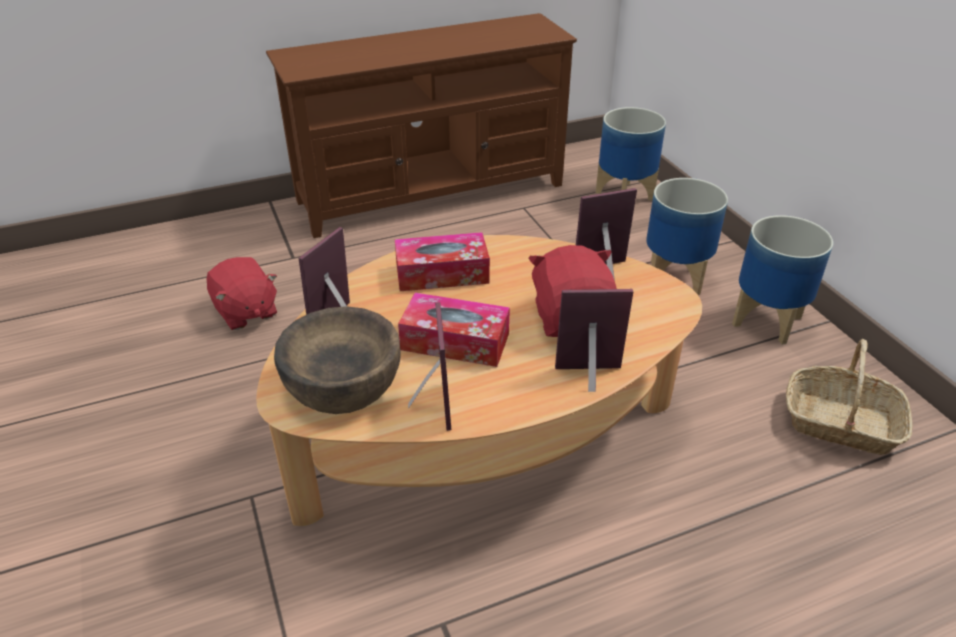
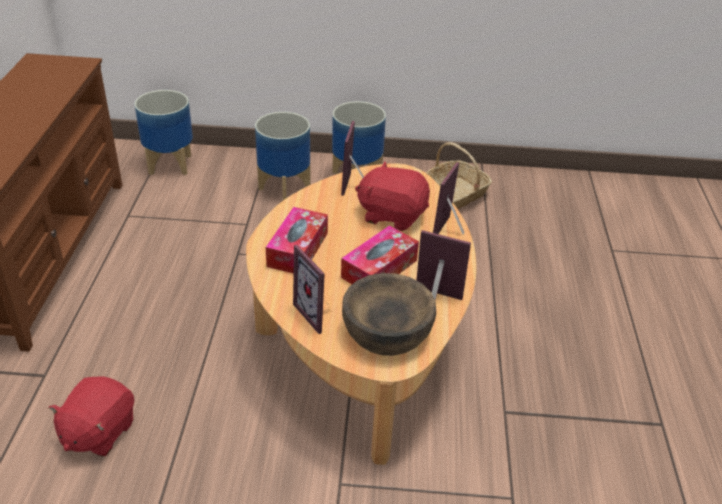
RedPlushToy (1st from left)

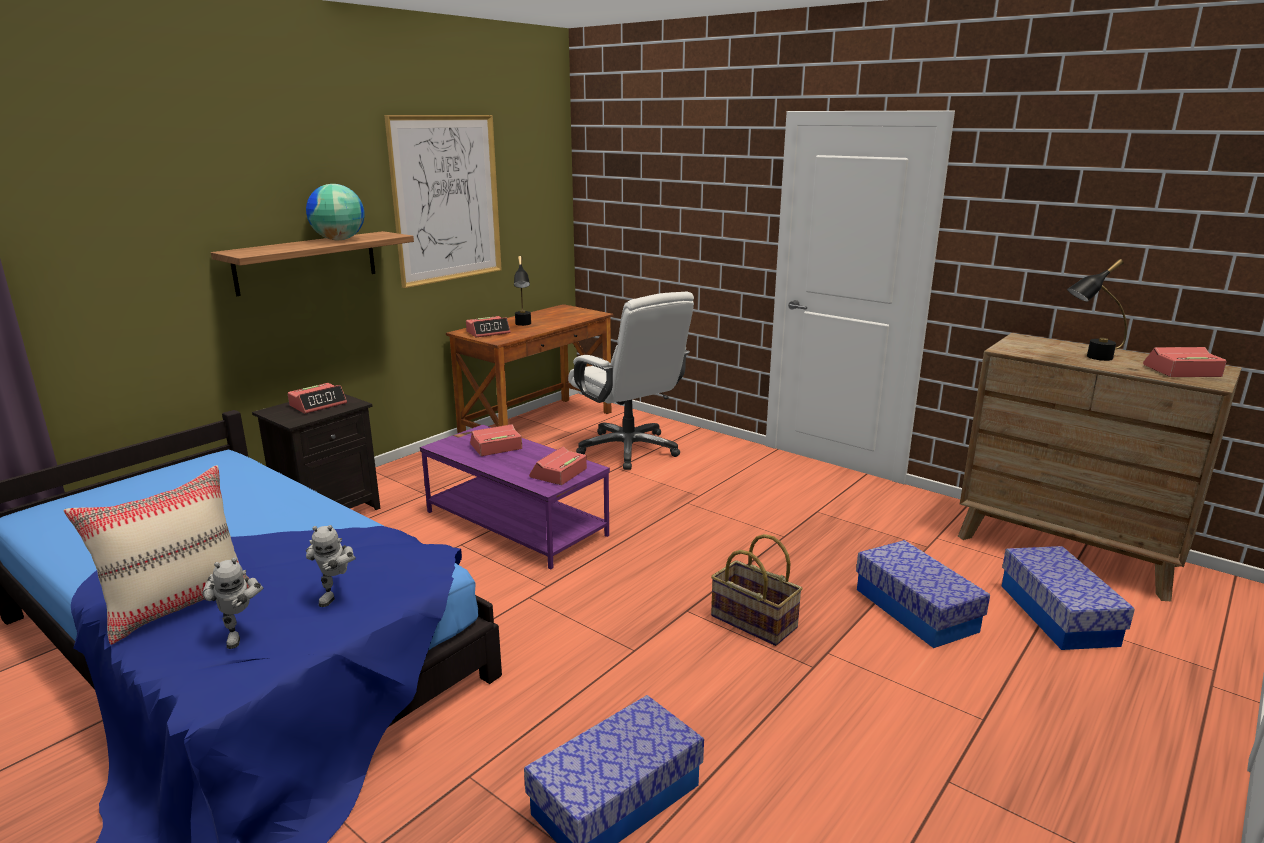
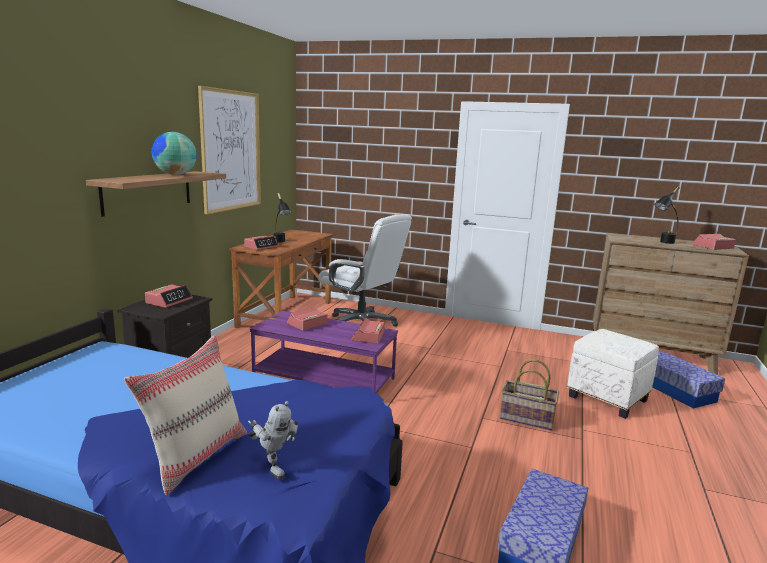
ToyRobot (2nd from left in the first image)
WhiteOttoman

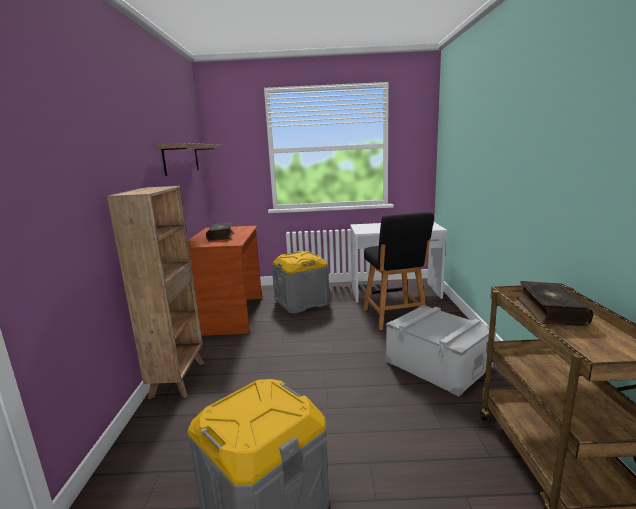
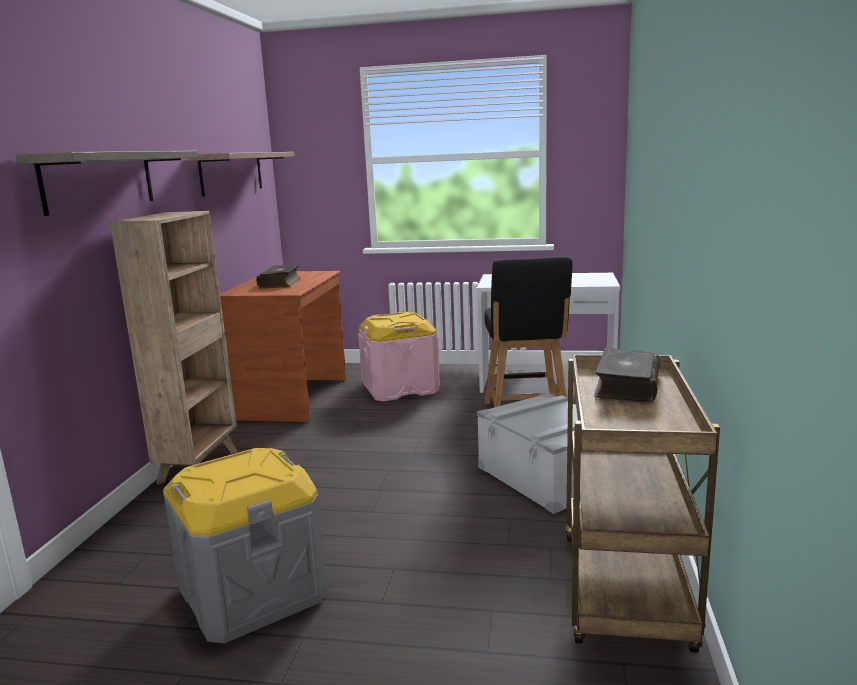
PinkStorageBox
Shelf (1st from left)

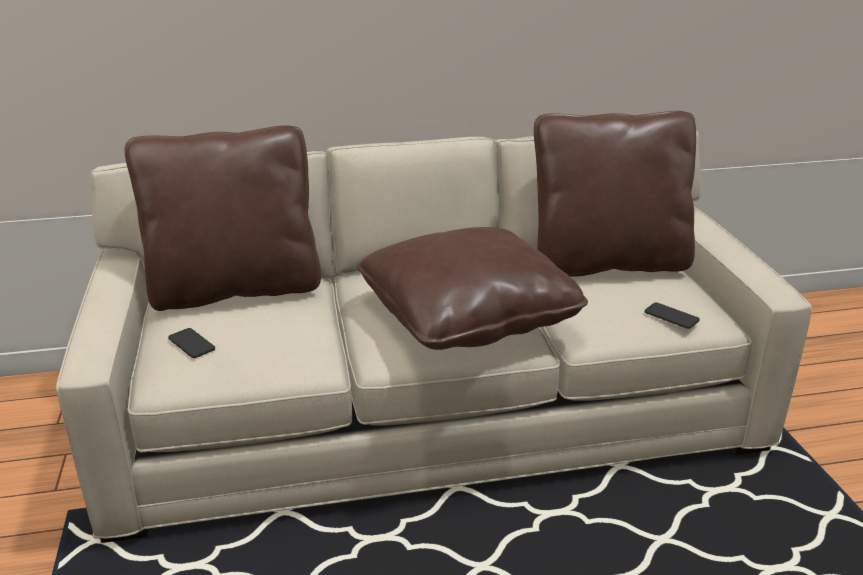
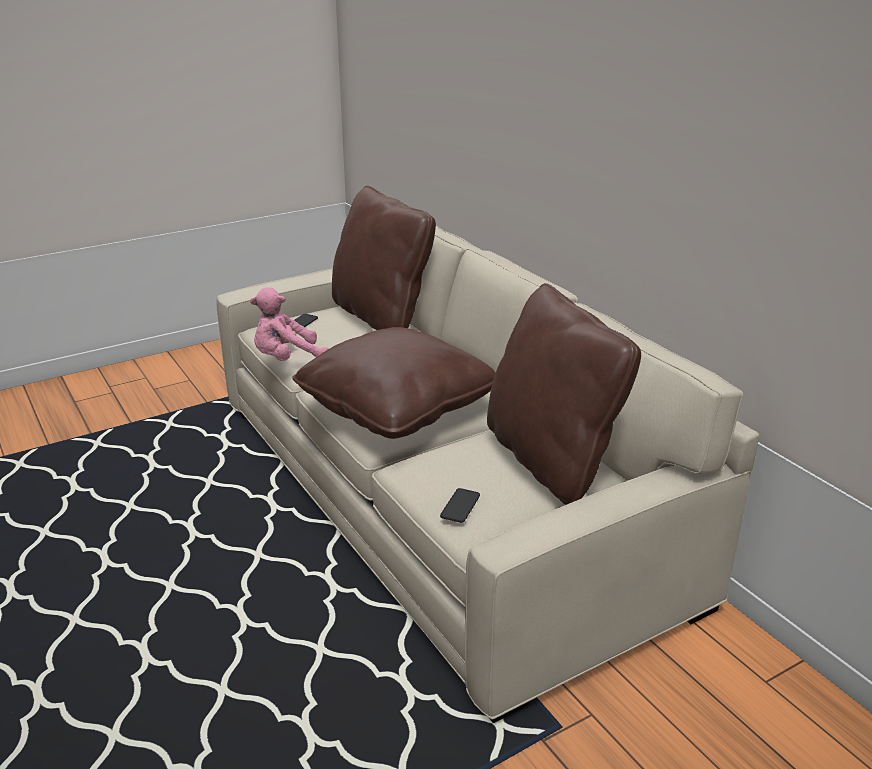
PinkPlushToy

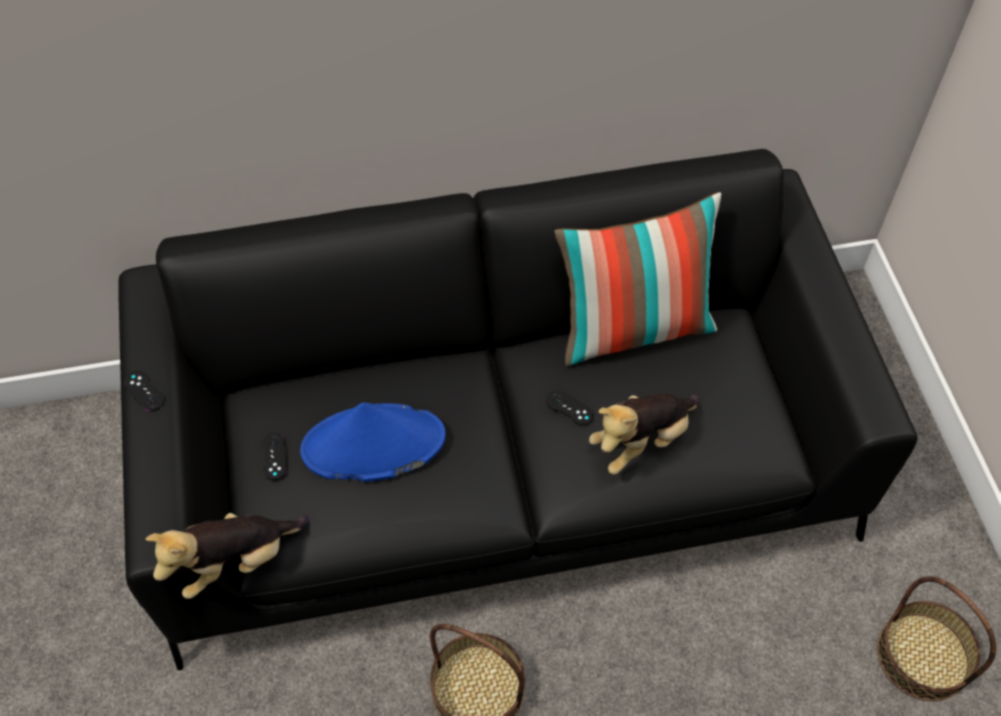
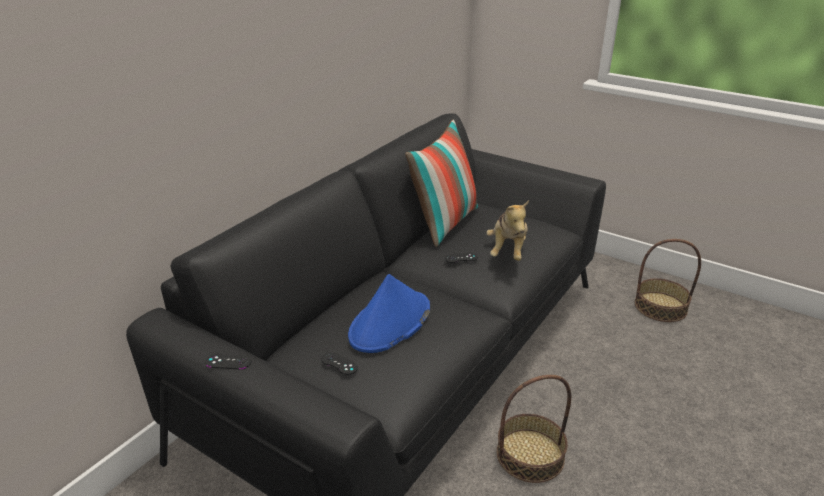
PlushToy (1st from left in the first image)

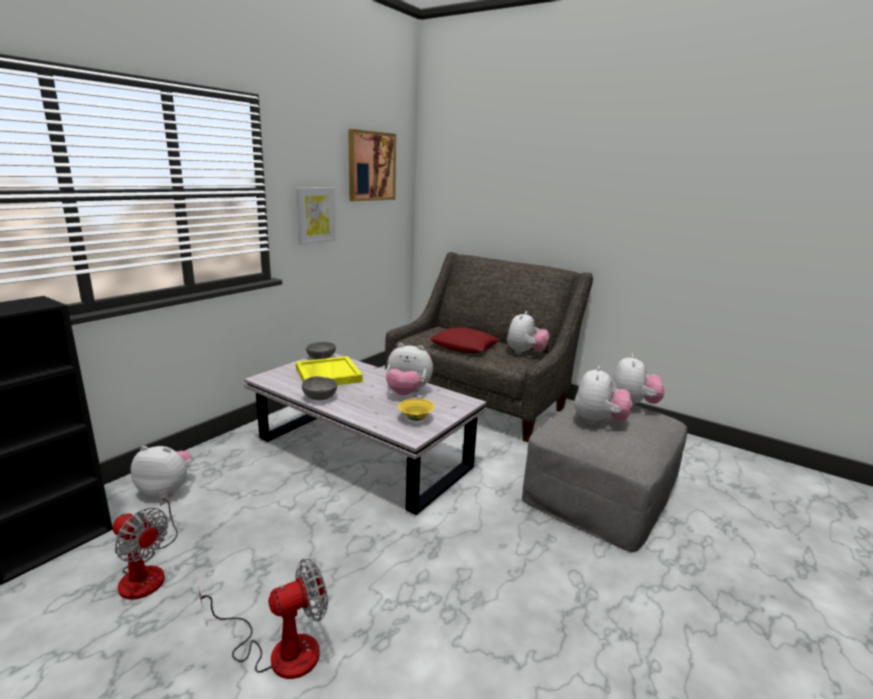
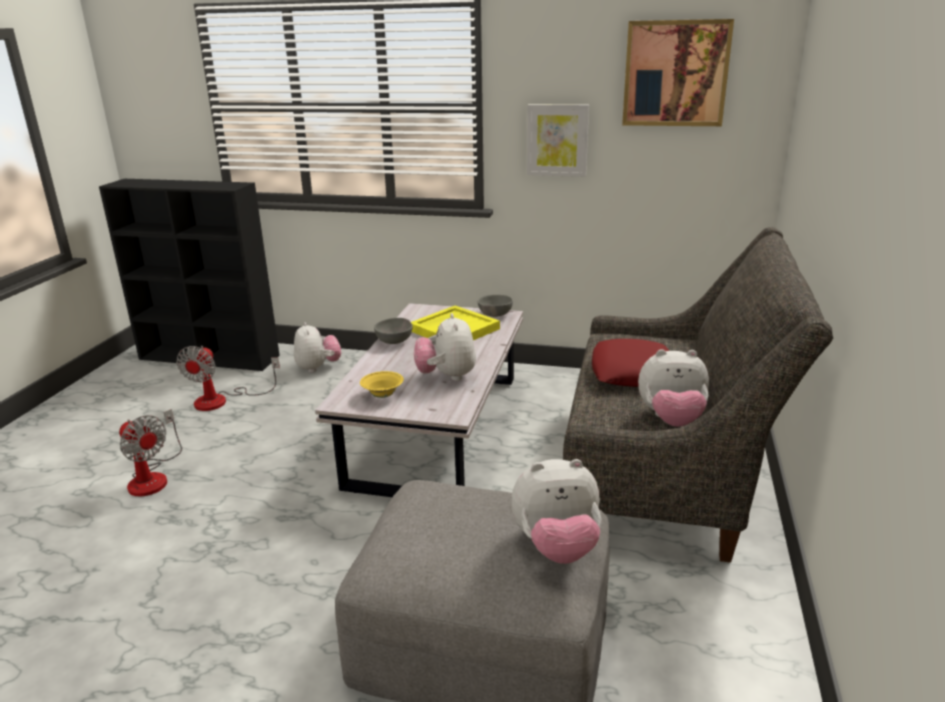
PlushToy (4th from left in the first image)

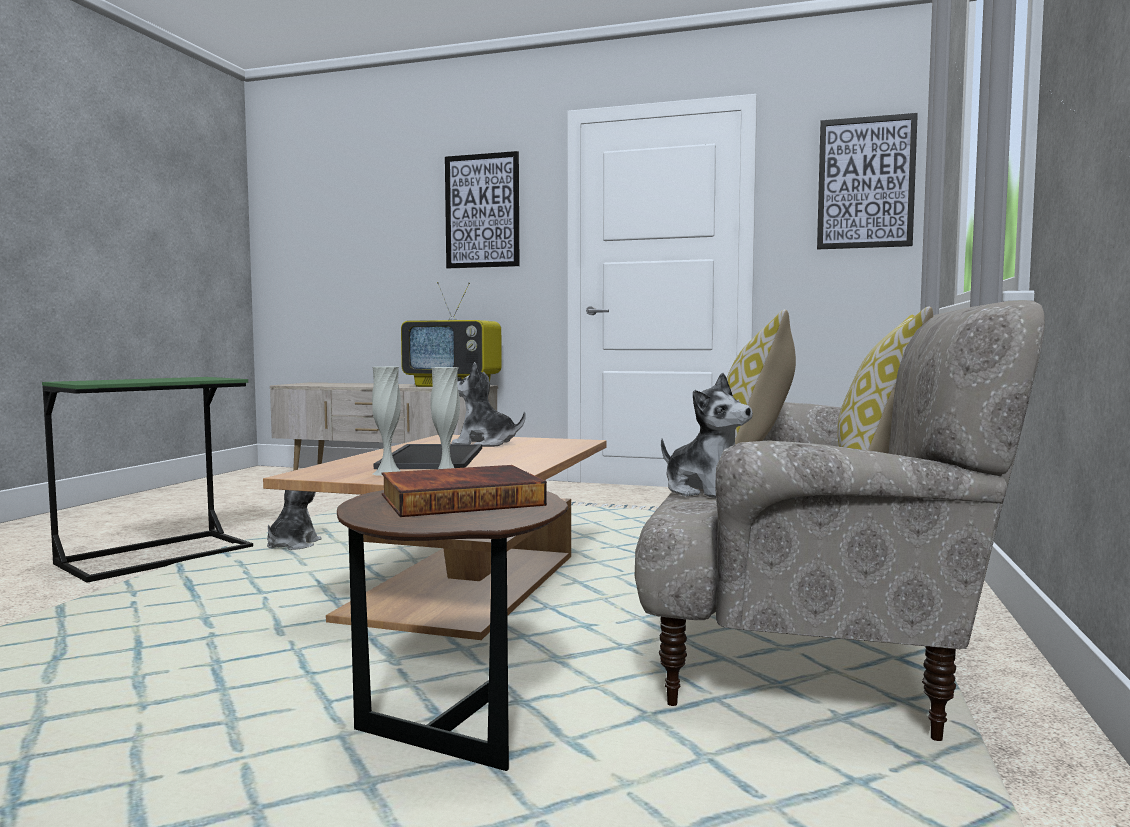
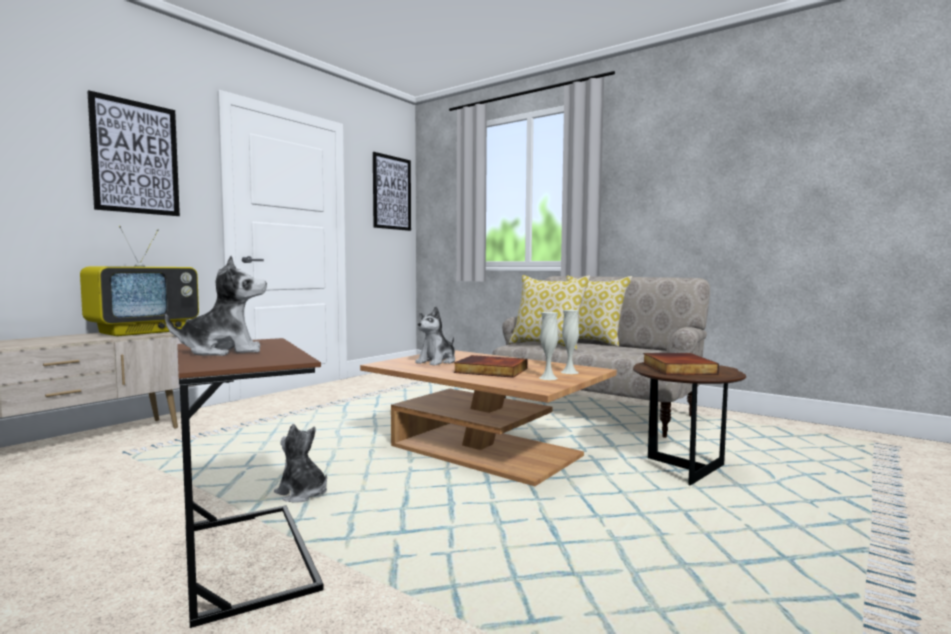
BrownSideTable (1st from left)
Book (1st from left)
PlushToy (1st from left)

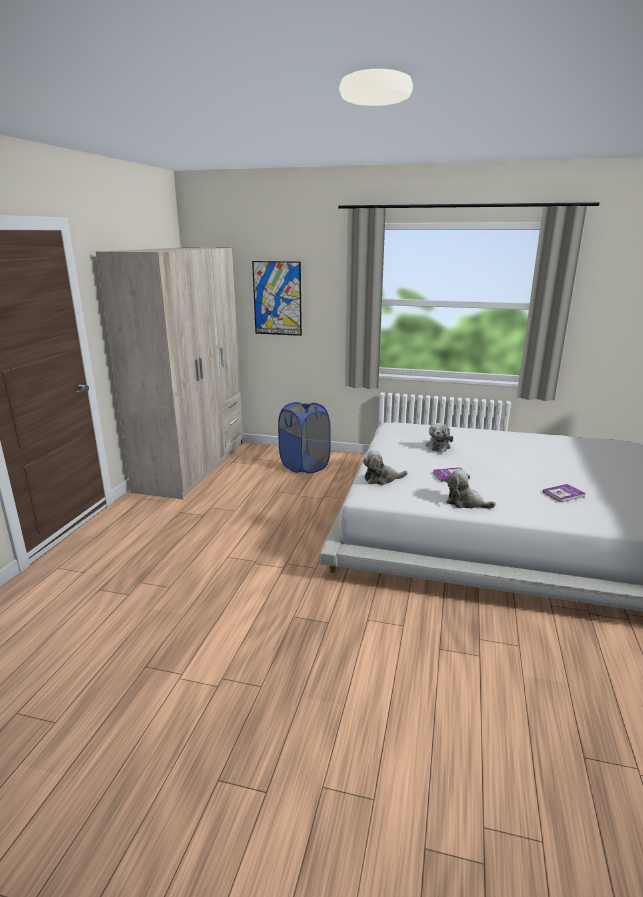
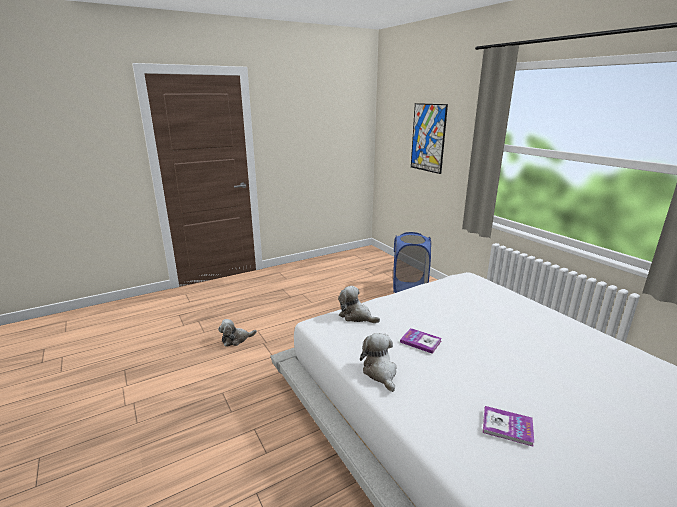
BeigeWardrobe
PlushToy (1st from left)

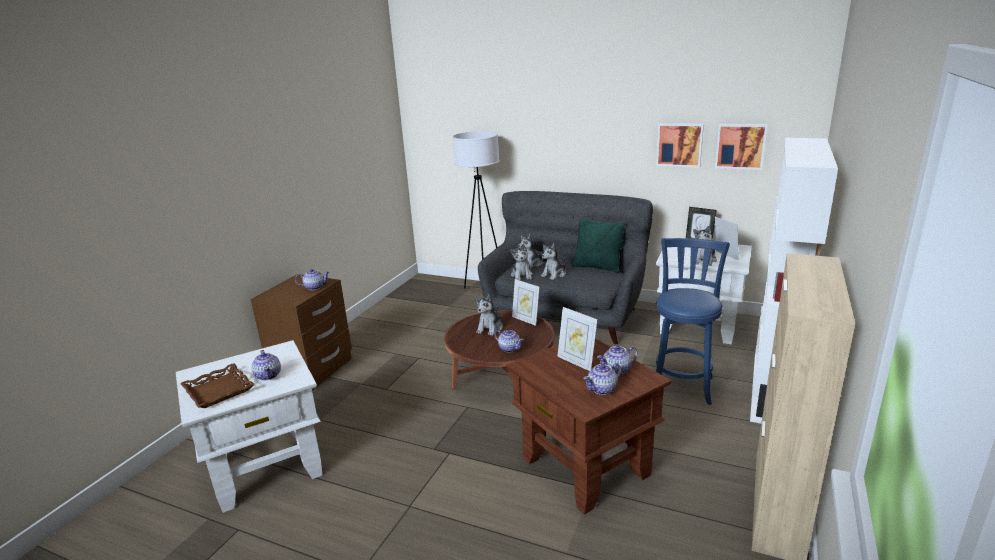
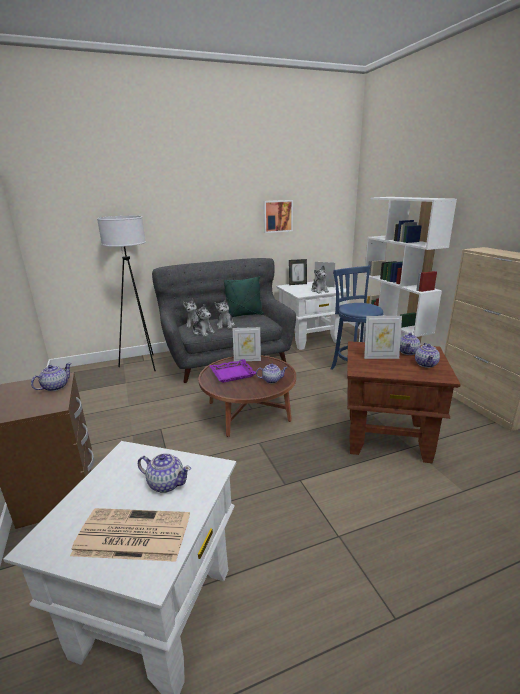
Newspaper
PurpleTray
Picture (2nd from left in the first image)

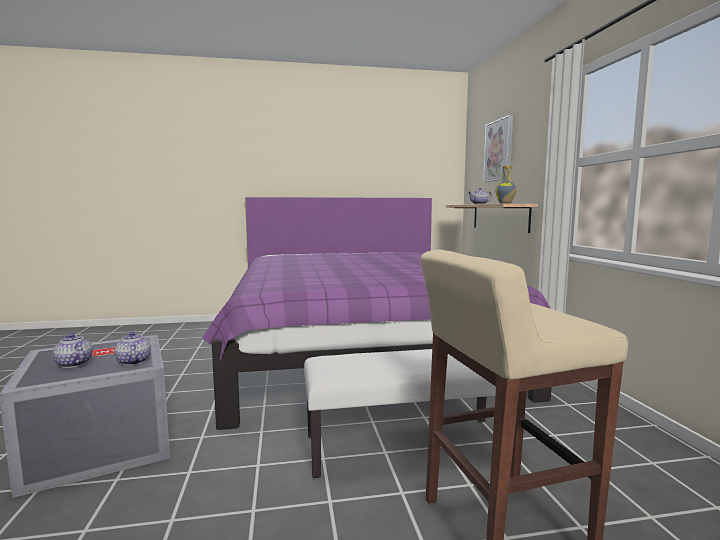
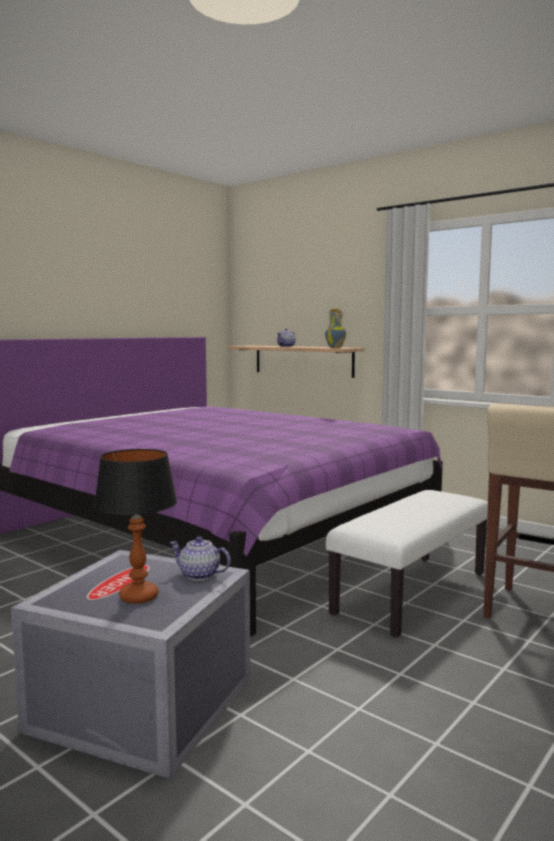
TableLamp
Picture

